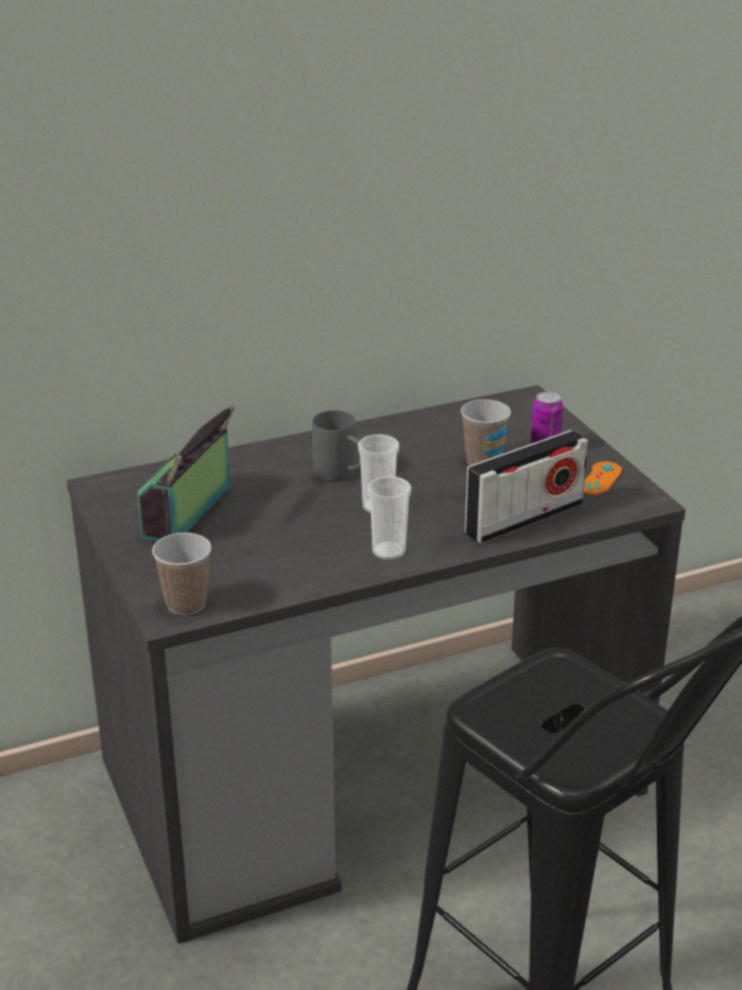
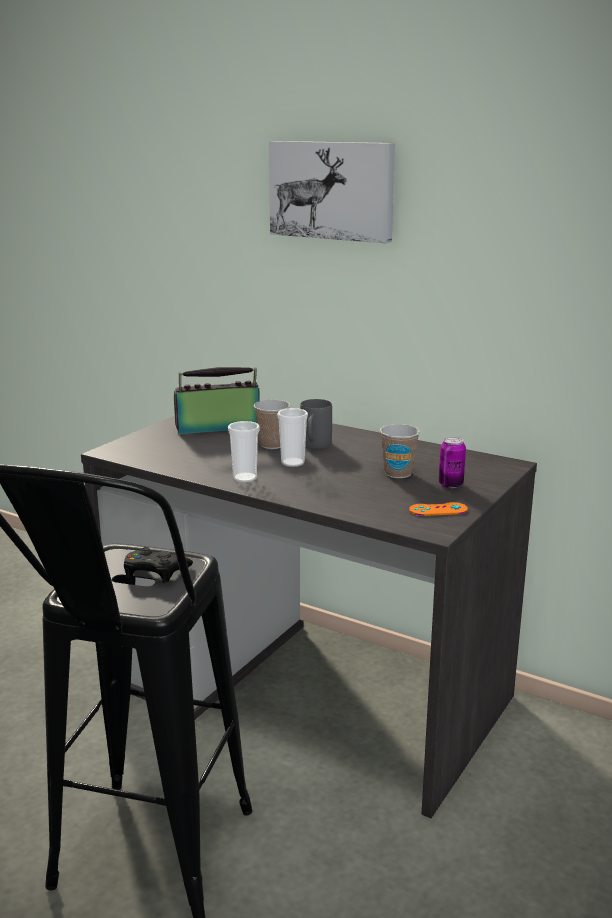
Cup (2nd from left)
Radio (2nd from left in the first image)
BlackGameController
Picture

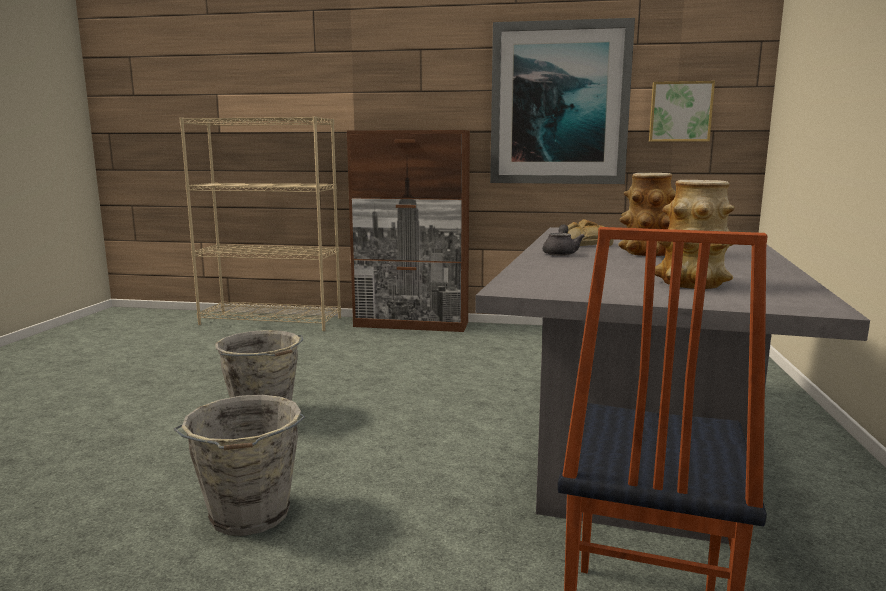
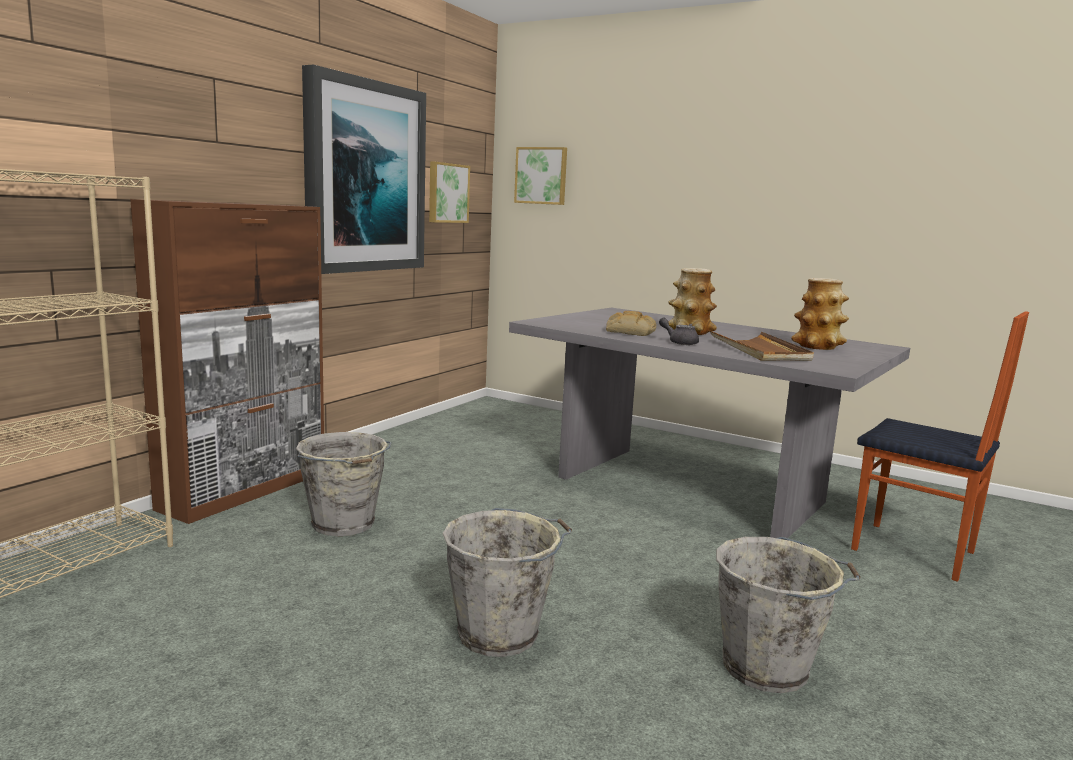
GreyBucket (1st from left)
Picture (3rd from left)
BrownTray

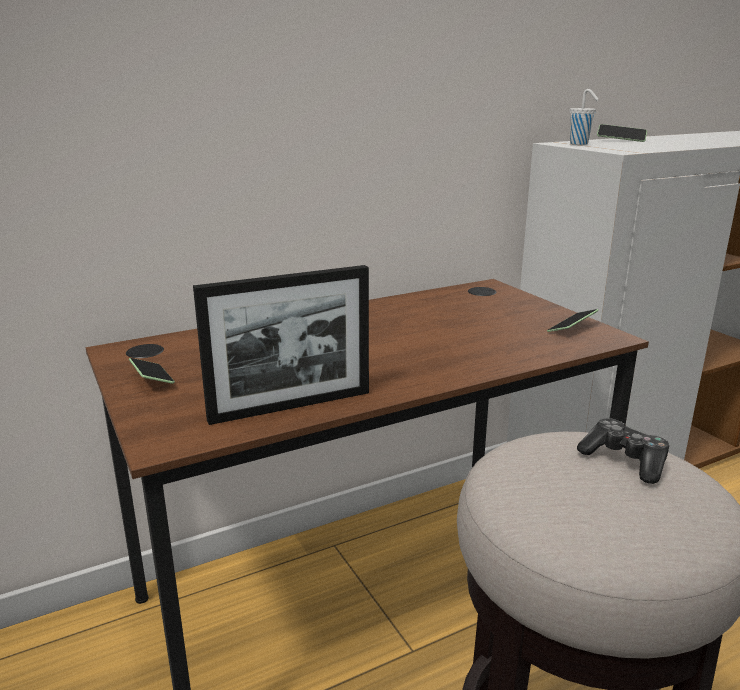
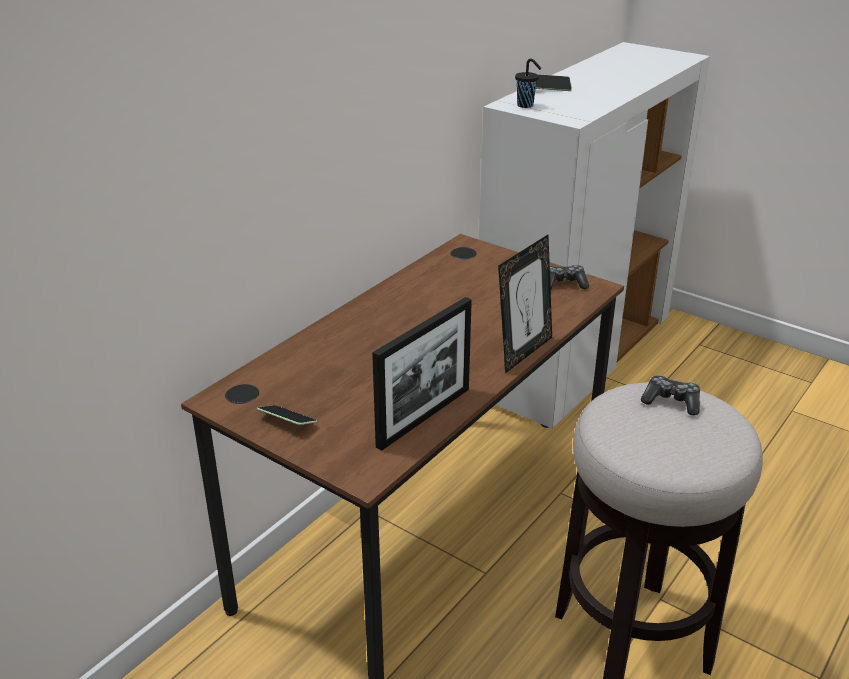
GameController (1st from left)
BlackCup
PictureFrame (2nd from left)

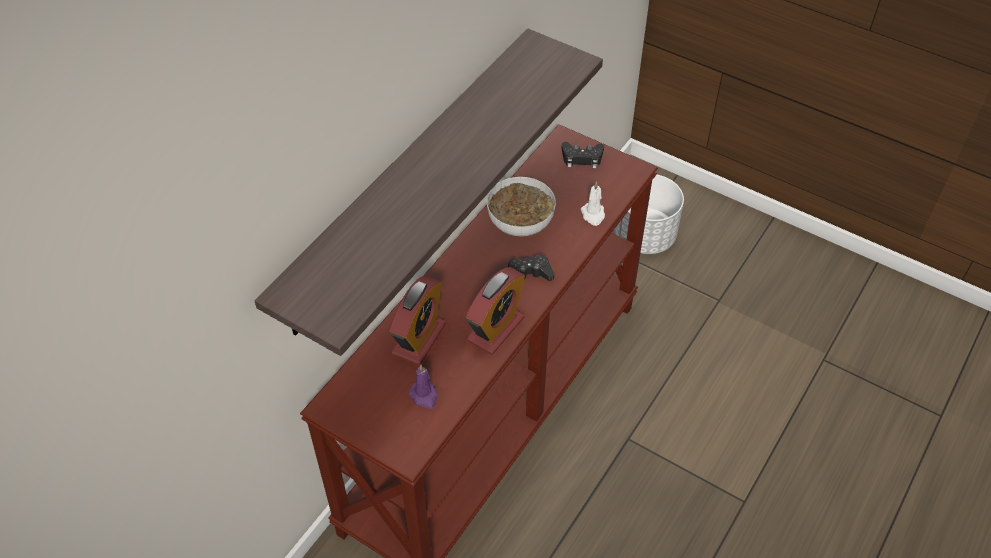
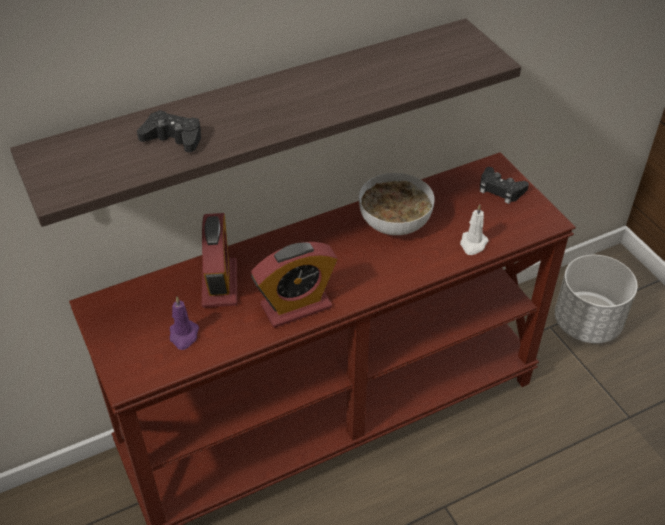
AlarmClock (1st from left)
BlackGameController (1st from left)

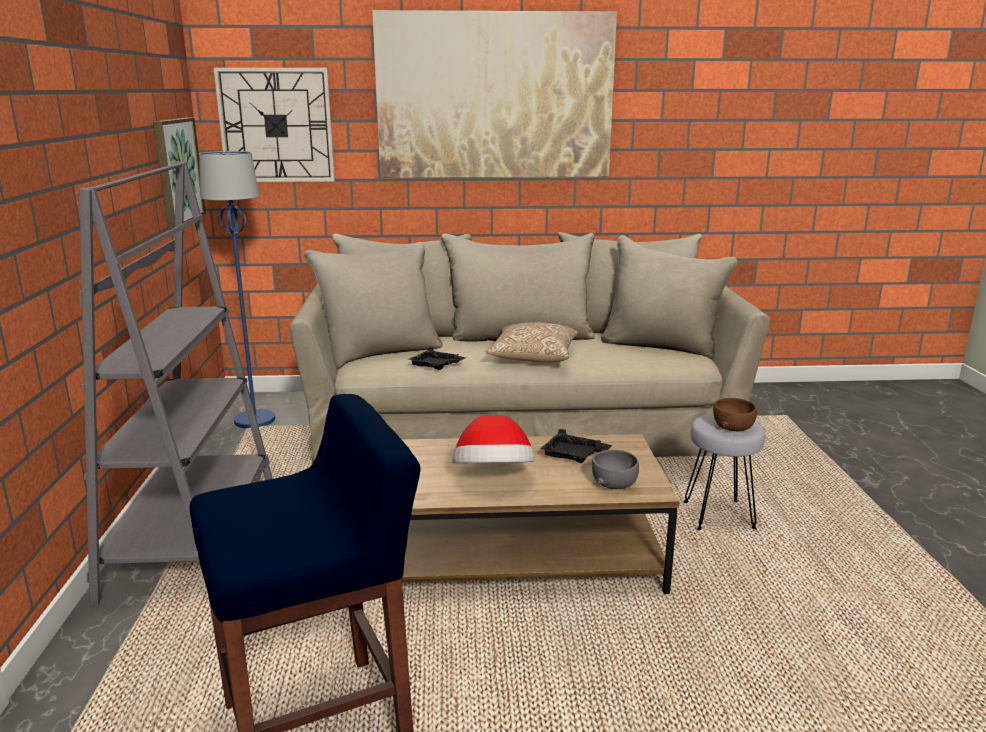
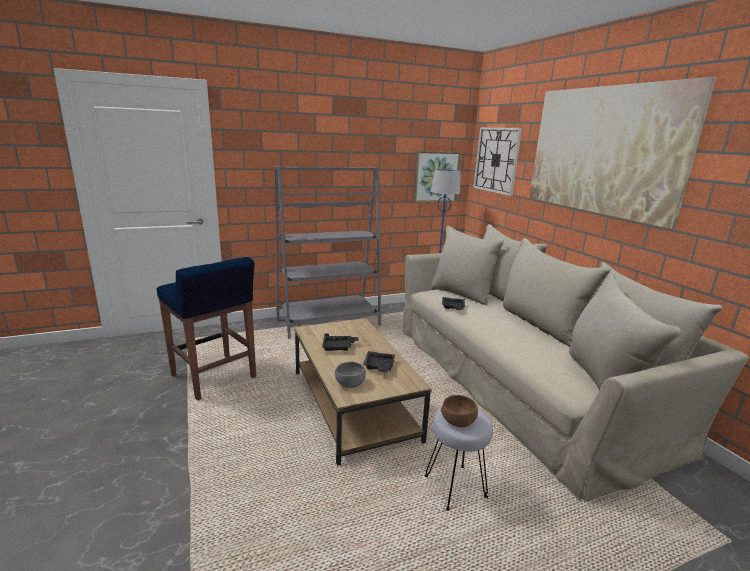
BlackTray (1st from left)
Pillow

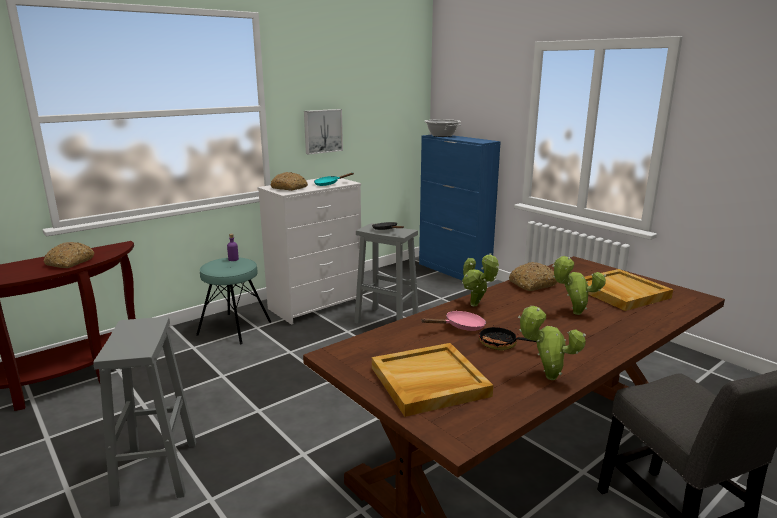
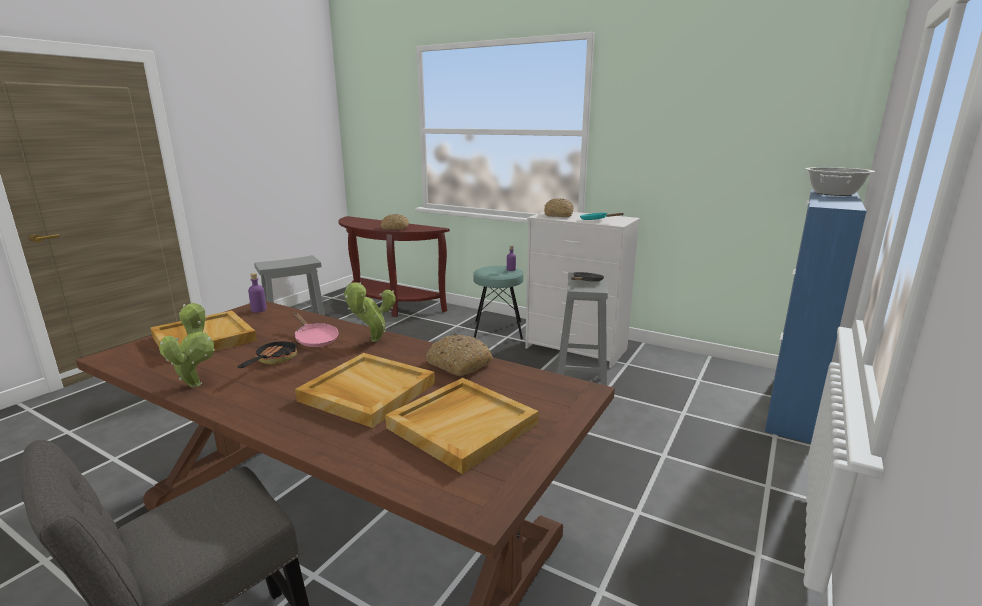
Picture
BeigeTray (2nd from left)
PurpleBottle (1st from left)

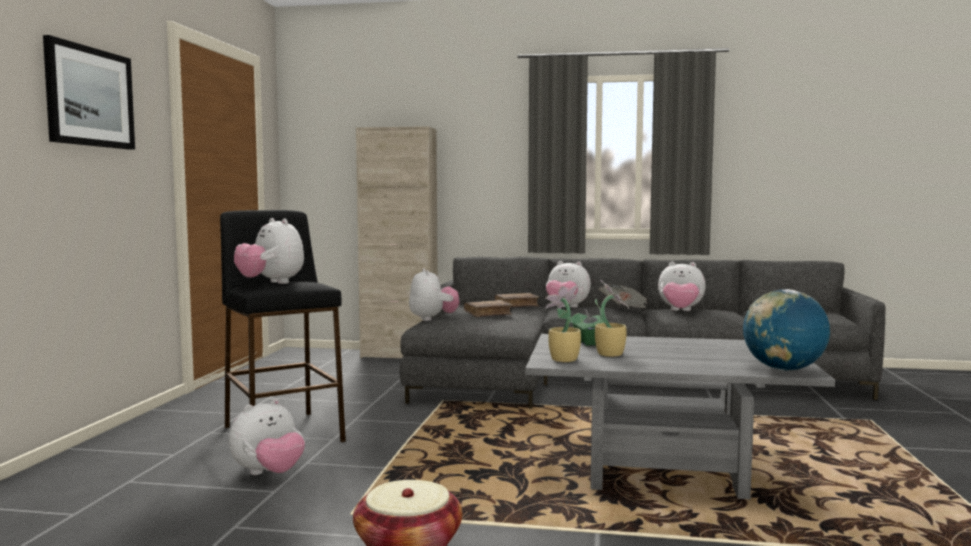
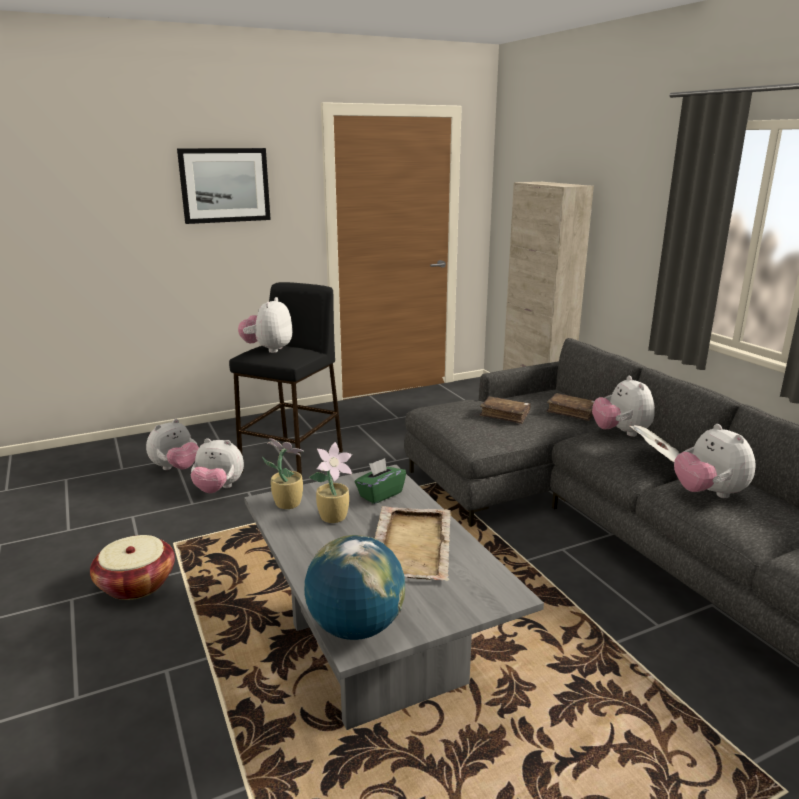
PlushToy (1st from left)
BeigeTray

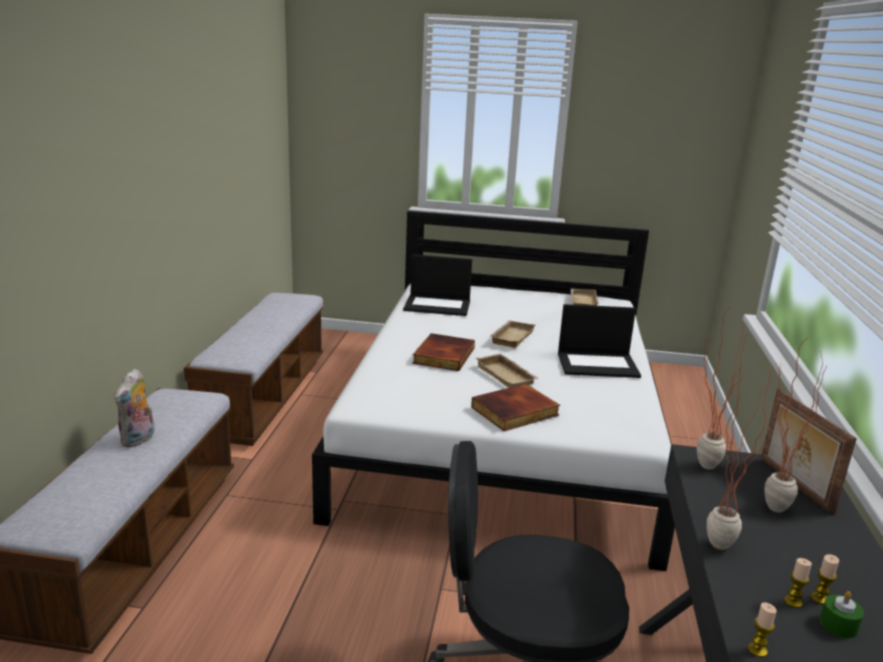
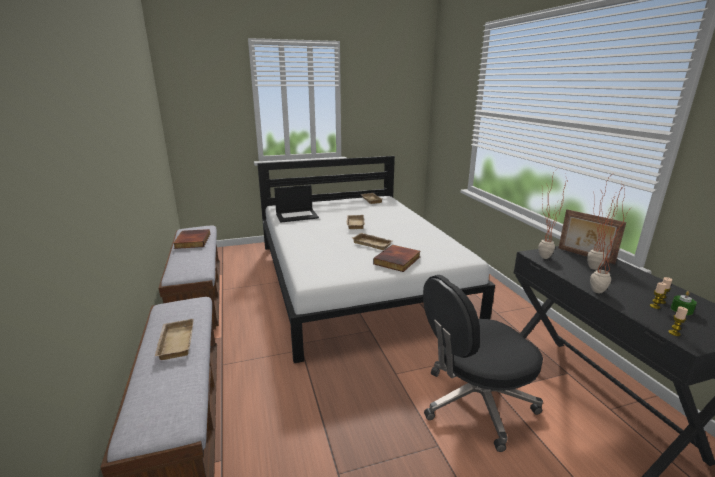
BeigeTray (1st from left)
Book (1st from left)
Laptop (2nd from left in the first image)

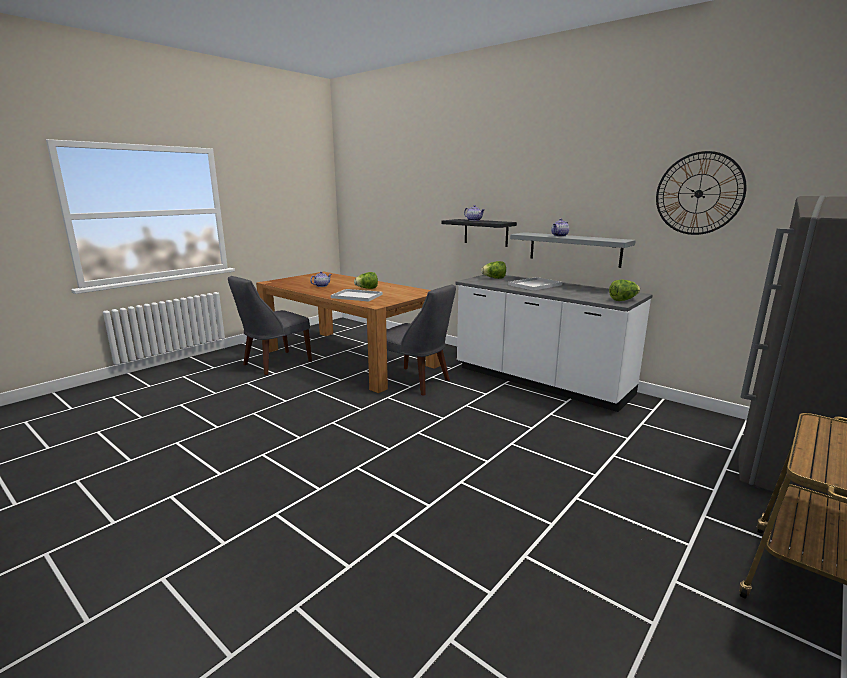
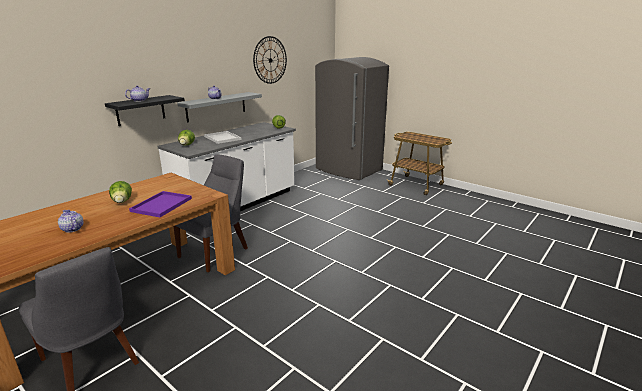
PurpleTray

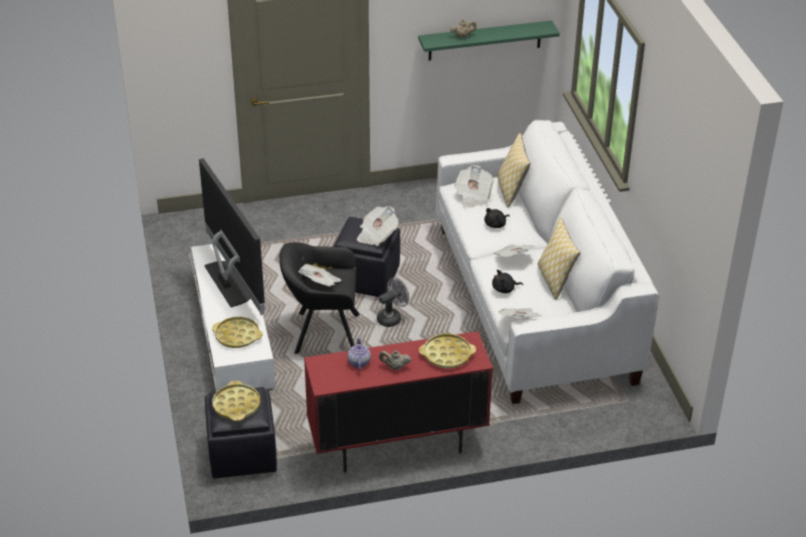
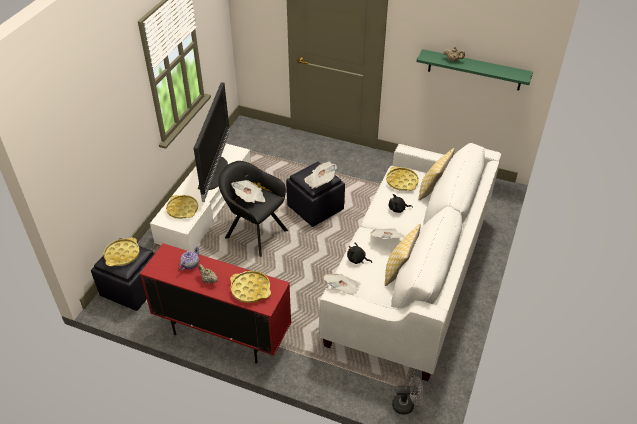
GreyFan
YellowTray (4th from left)

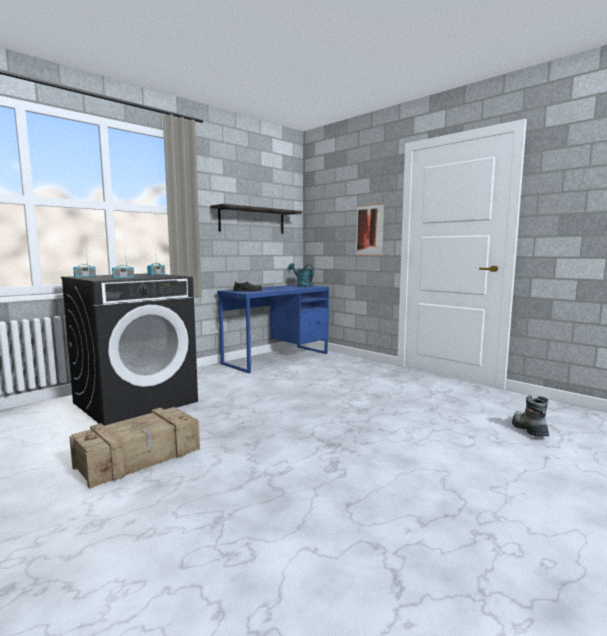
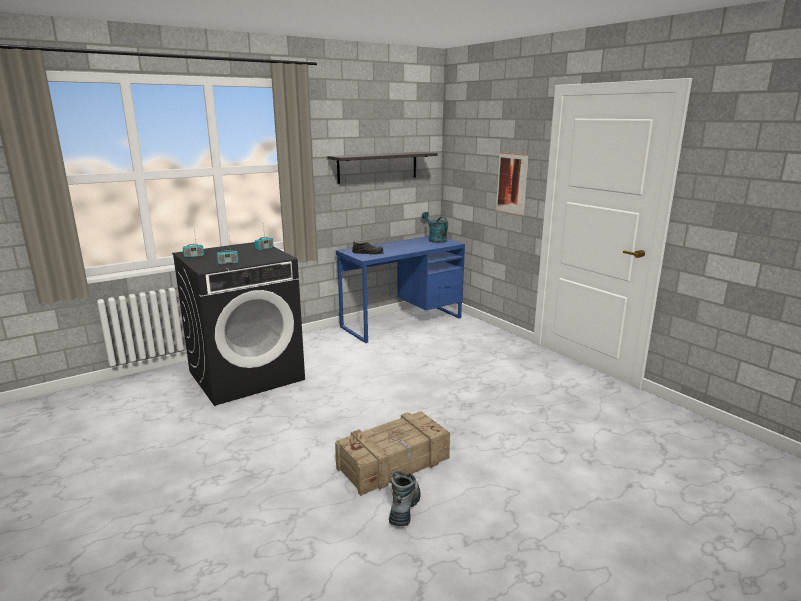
Crate
Boot

